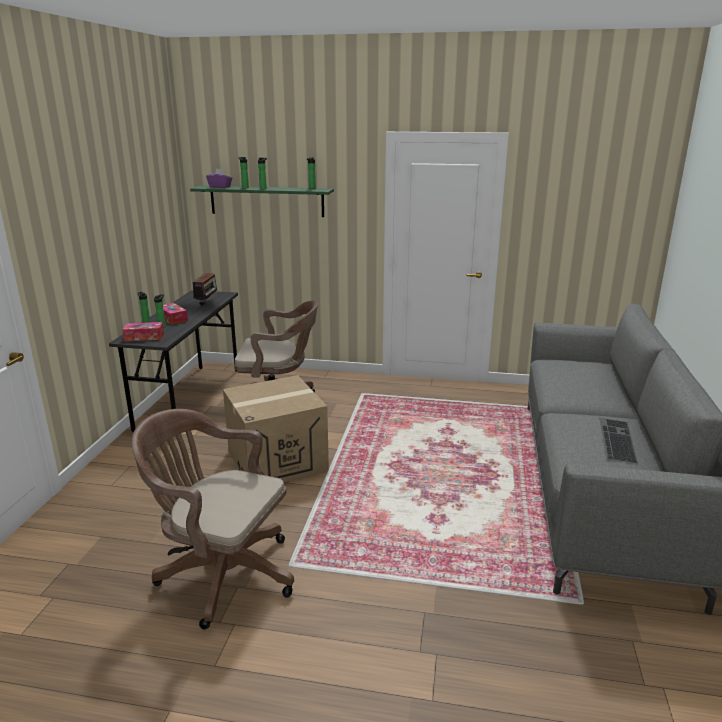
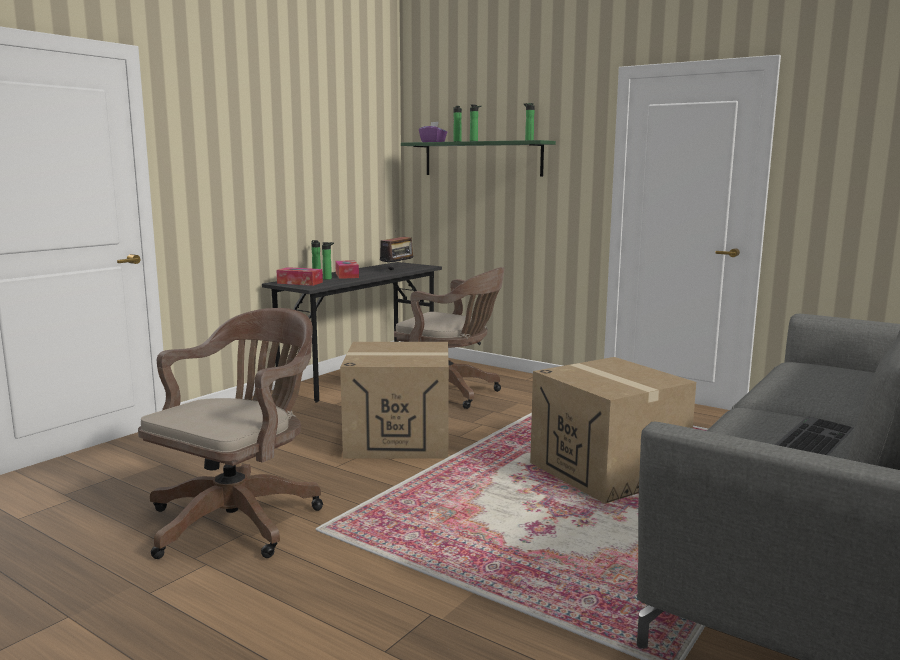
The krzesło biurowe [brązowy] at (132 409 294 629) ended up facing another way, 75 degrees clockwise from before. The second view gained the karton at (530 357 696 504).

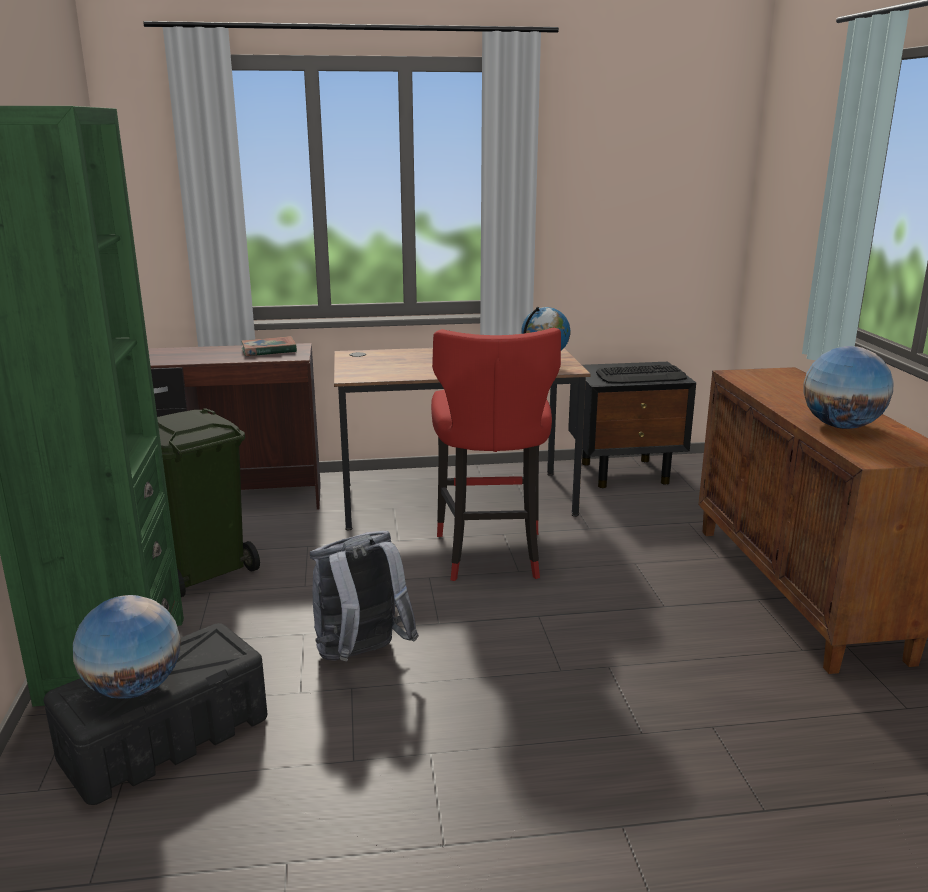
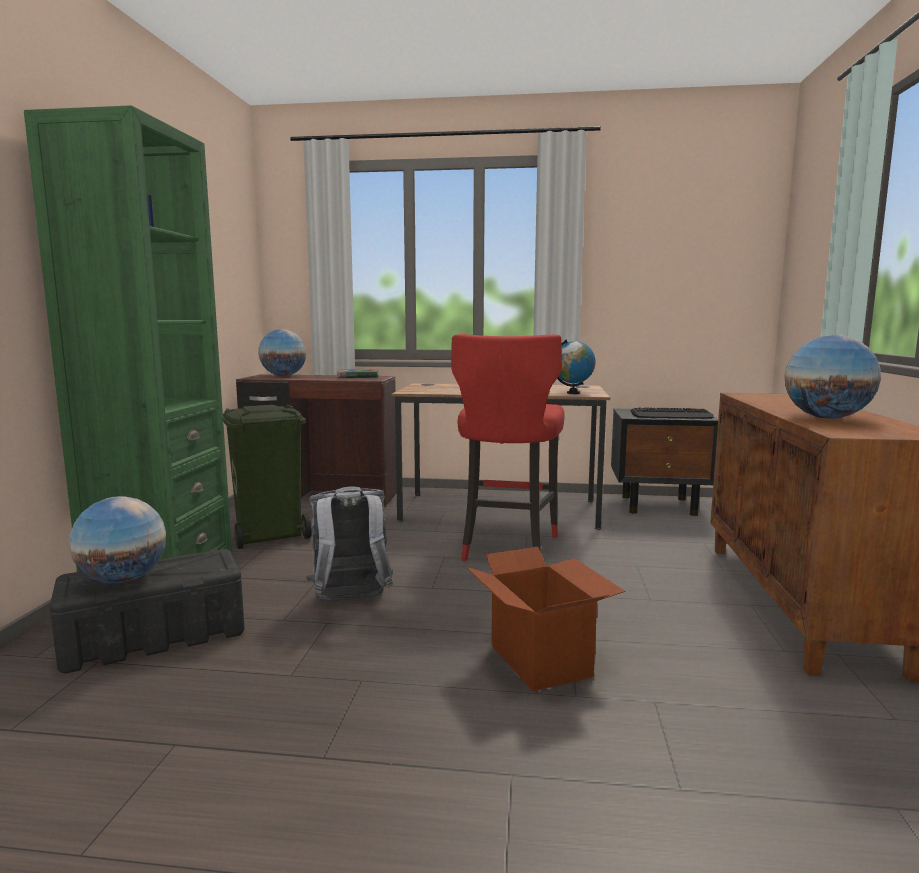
The second view gained the globus at (258 329 306 376). The second view gained the karton at (466 547 626 691).

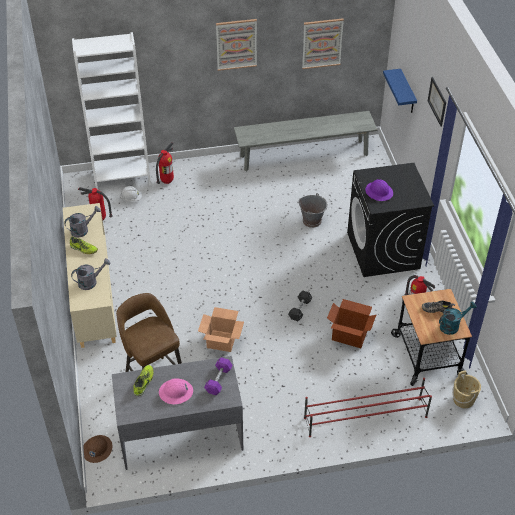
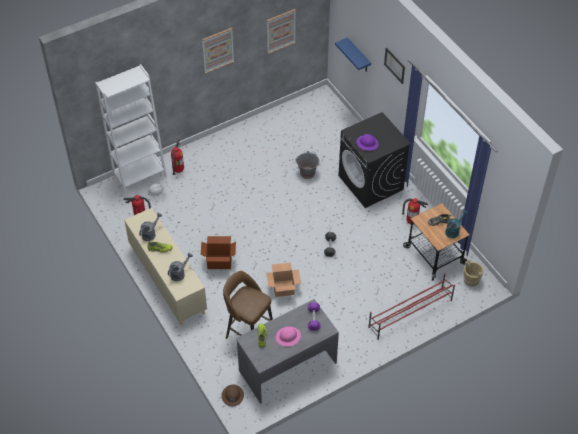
The second view lost the ławka [szary] at (234 111 378 171). The karton ended up elsewhere, having gone from (327 299 376 348) to (201 236 236 269).

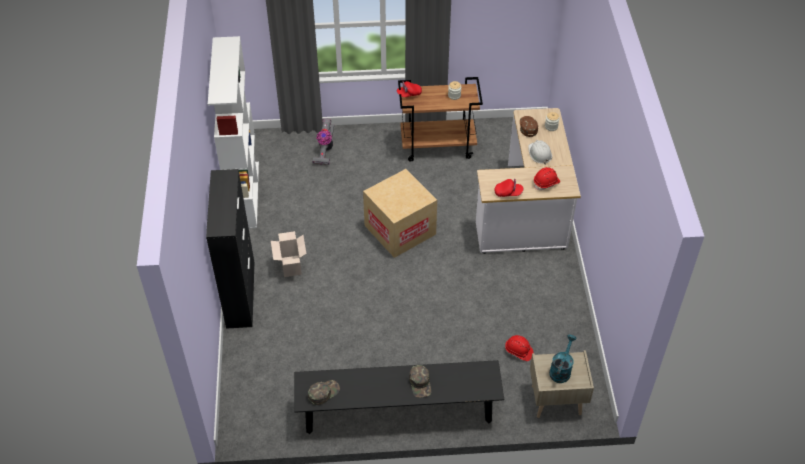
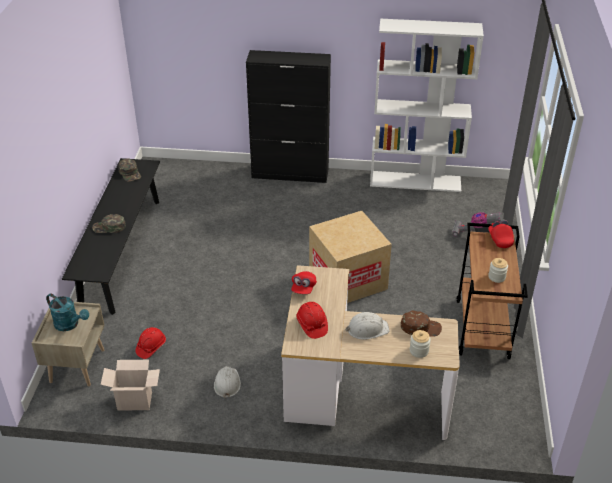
The karton ended up elsewhere, having gone from (271 231 307 277) to (100 360 160 411). The second view gained the kask [biały] at (214 366 241 399).

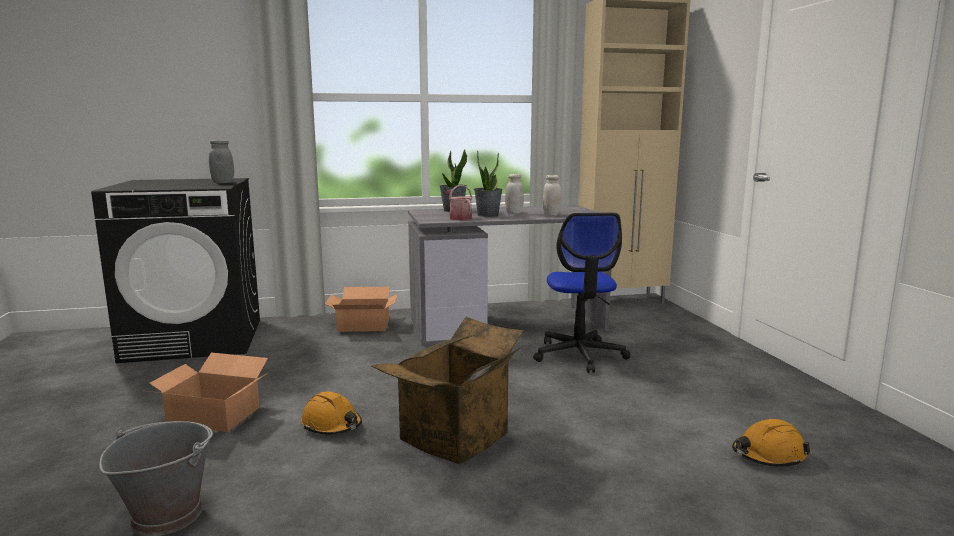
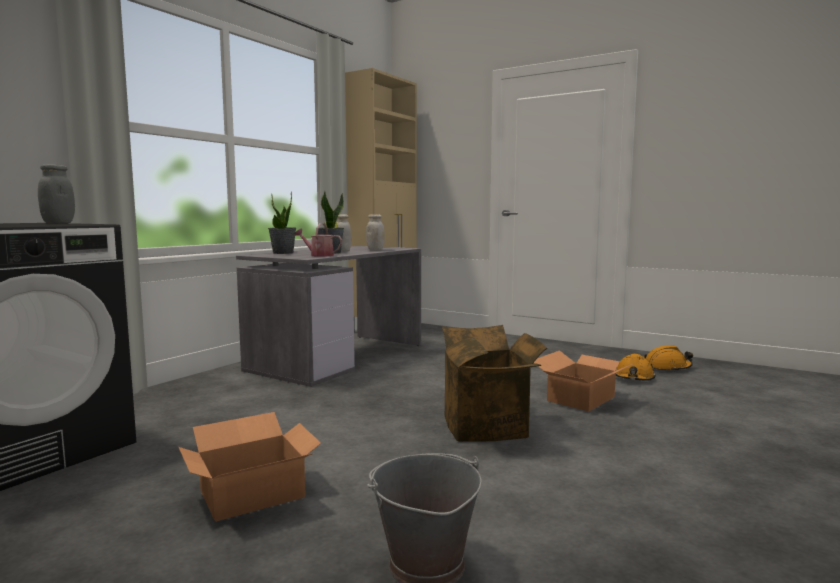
The kask [pomarańczowy] ended up elsewhere, having gone from (301 392 362 435) to (644 345 693 372). The karton ended up elsewhere, having gone from (325 287 398 332) to (534 350 635 412). The second view lost the krzesło biurowe at (533 213 631 373).

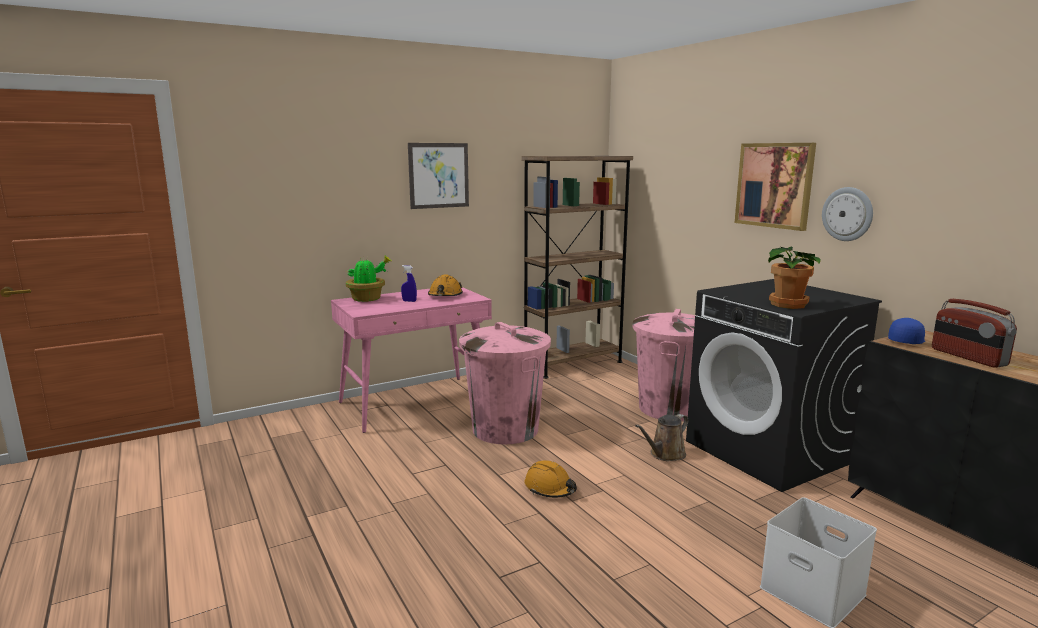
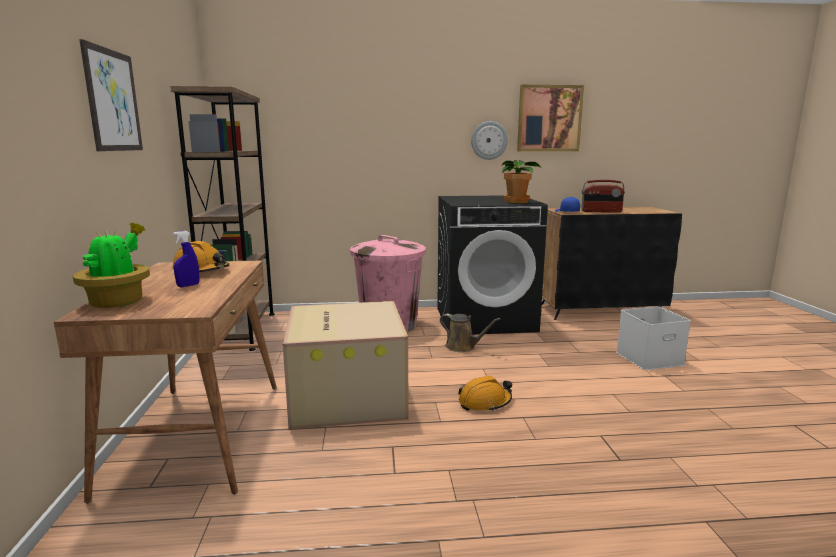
What was the biurko [różowy] at (331 287 492 433) turned into the biurko [brązowy] at (54 261 277 503). Where the kosz na śmieci [różowy] stood at (459 322 551 444), the karton came to stand at (283 301 409 430). The konewka [brązowy] at (635 414 688 461) ended up facing another way, 45 degrees counterclockwise from before. The obraz ended up elsewhere, having gone from (735 143 816 231) to (517 85 584 151).

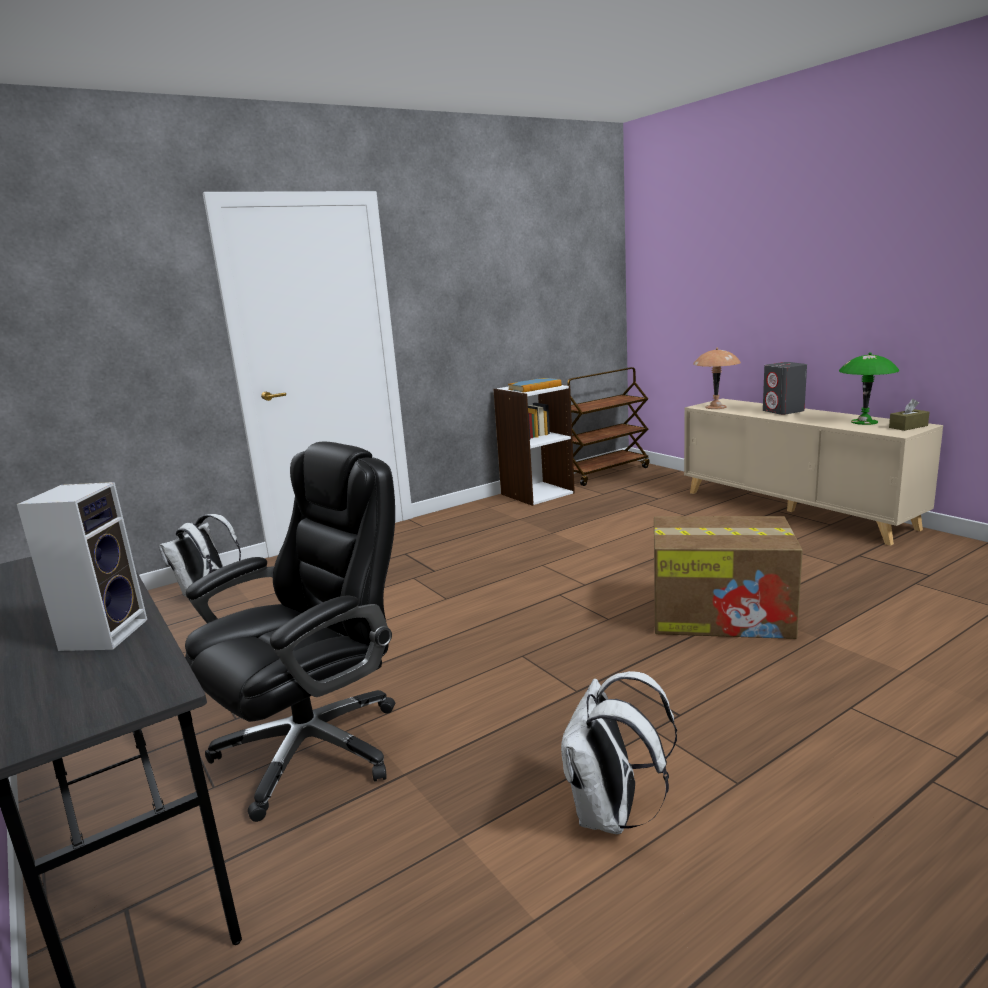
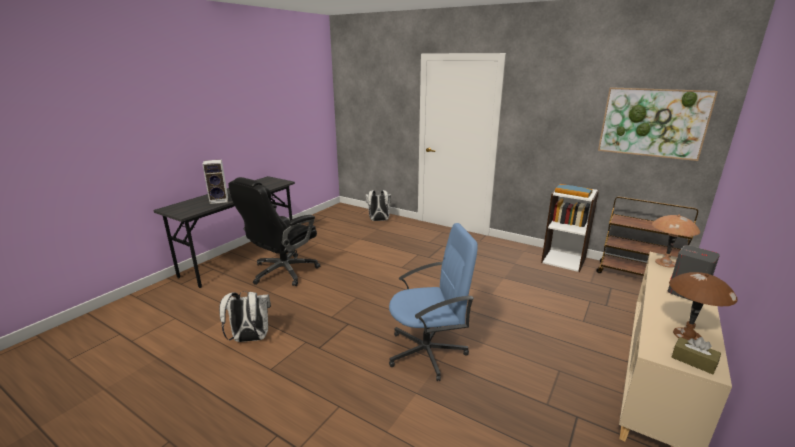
The krzesło biurowe [czarny] at (185 442 395 822) ended up facing another way, 105 degrees clockwise from before. Where the karton stood at (654 516 803 639), the krzesło biurowe [niebieski] came to stand at (389 223 478 381). What was the lampa stołowa [zielony] at (839 352 899 425) turned into the lampa stołowa [brązowy] at (669 272 737 340). The second view gained the obraz at (598 87 718 161).

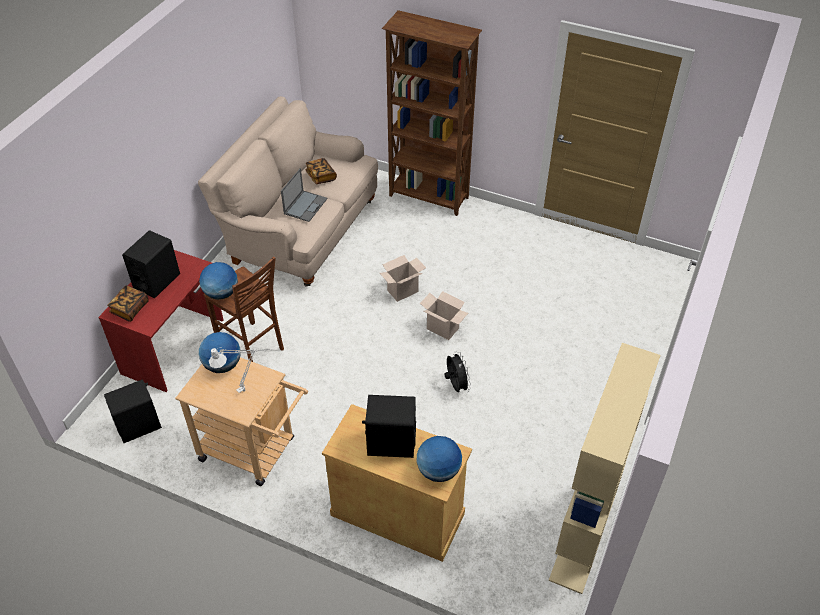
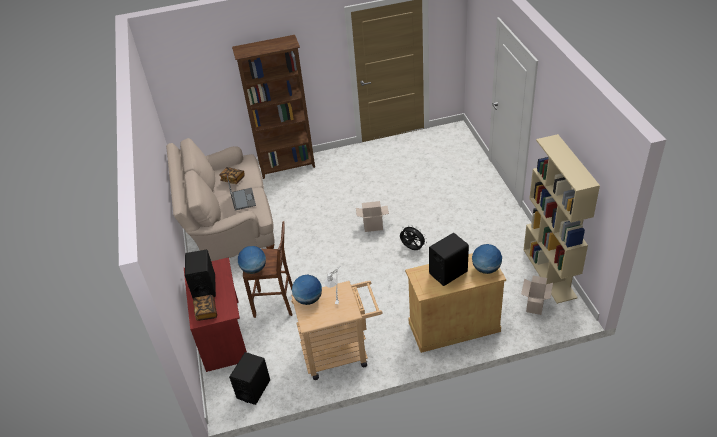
The karton ended up elsewhere, having gone from (380 255 426 302) to (521 276 553 315).

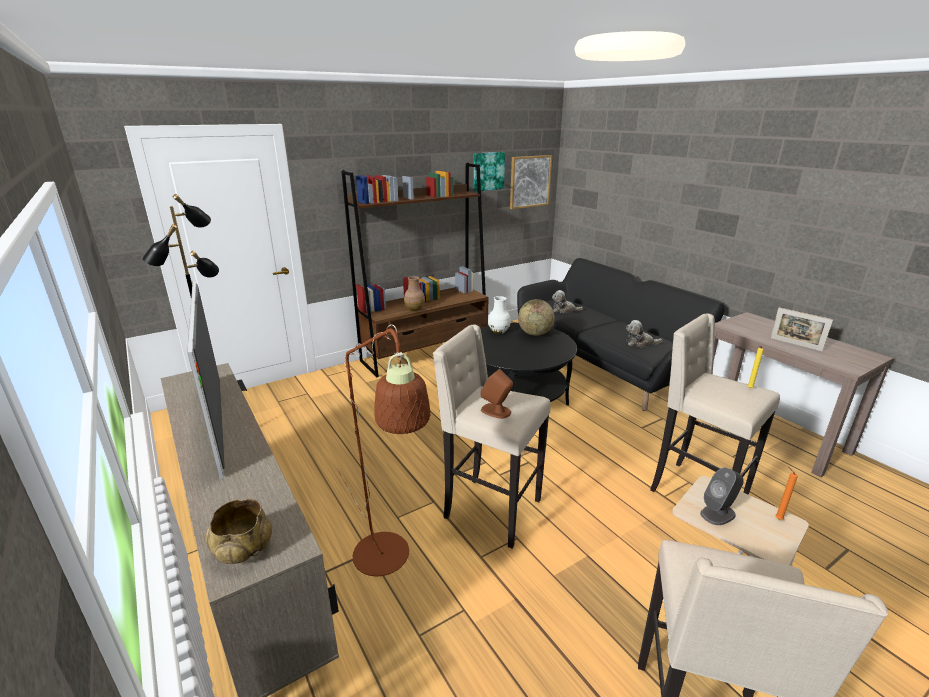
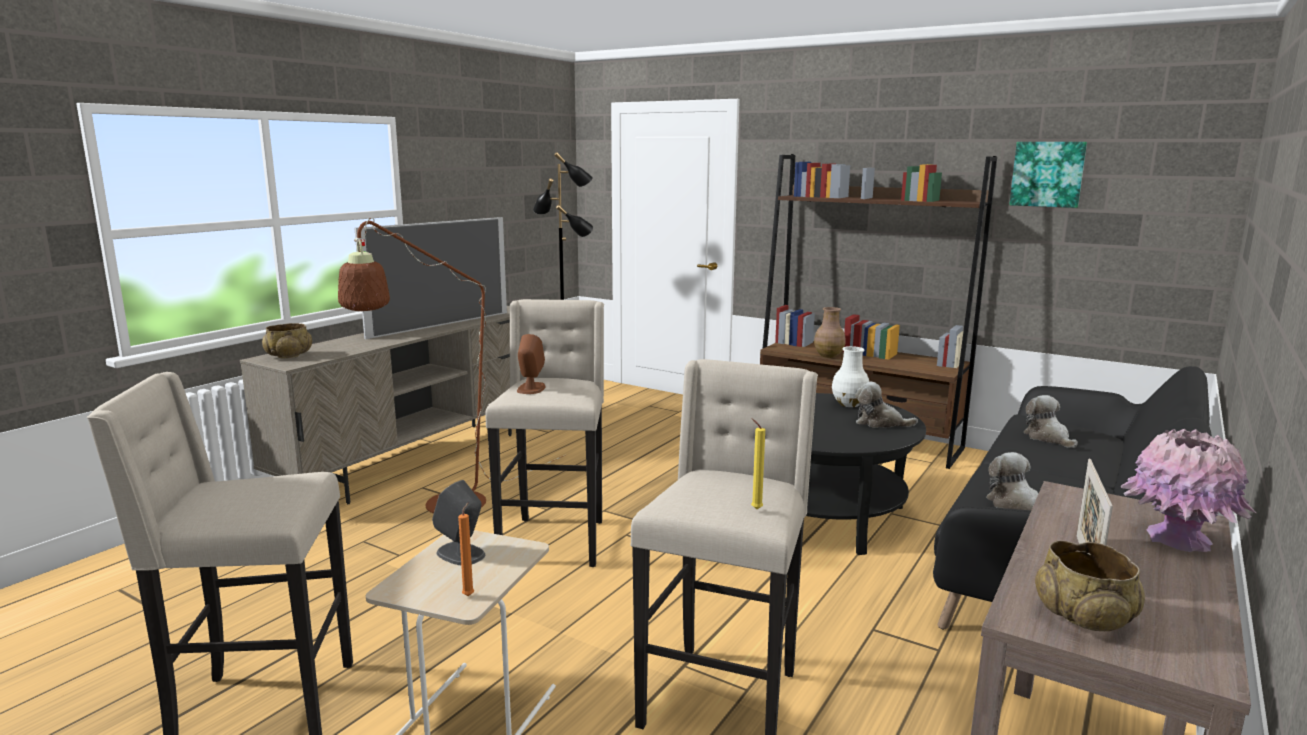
The second view lost the obraz at (510 155 552 209). Where the globus stood at (518 299 555 336), the pluszak came to stand at (855 382 918 428). The second view gained the miska [beżowy] at (1035 540 1145 631). The second view gained the wazon [różowy] at (1121 429 1257 552).

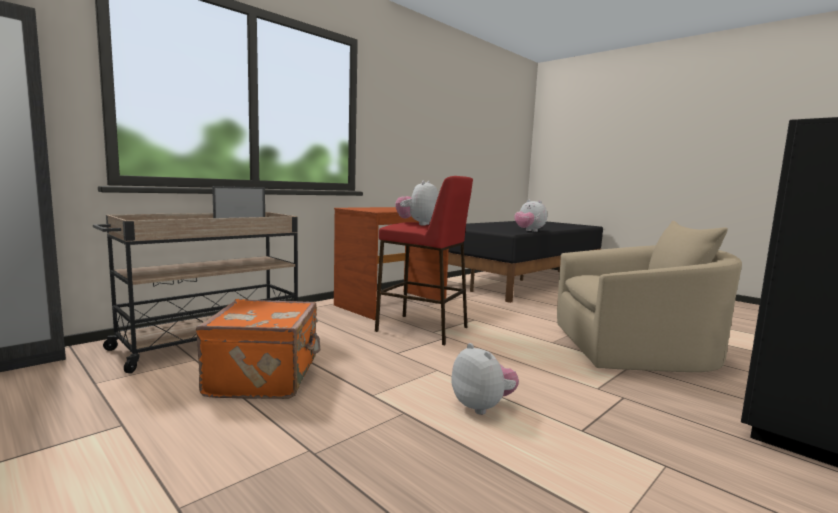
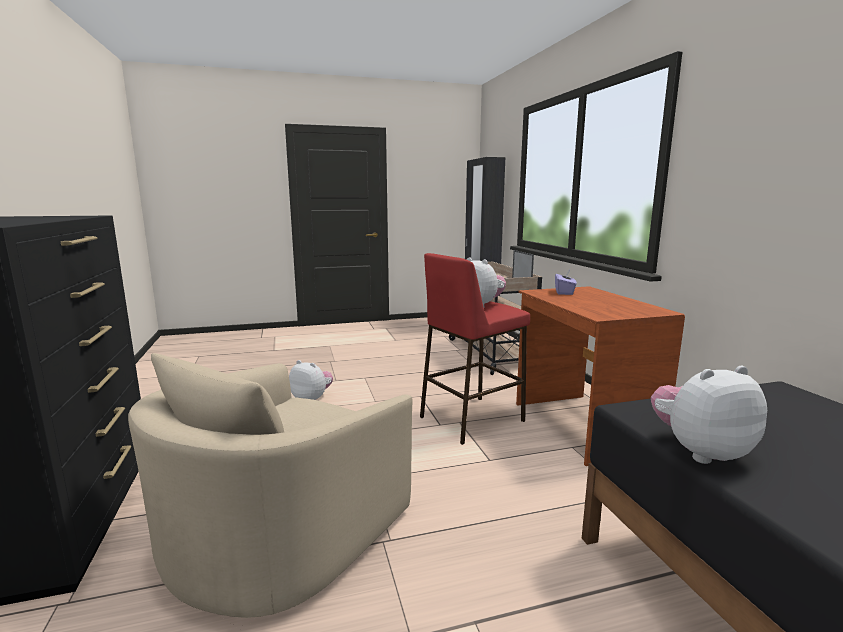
The second view lost the walizka [pomarańczowy] at (196 299 320 399). The pluszak at (451 343 519 415) ended up facing another way, 150 degrees counterclockwise from before. The second view gained the pudełko chusteczek [fioletowy] at (555 270 577 295).

